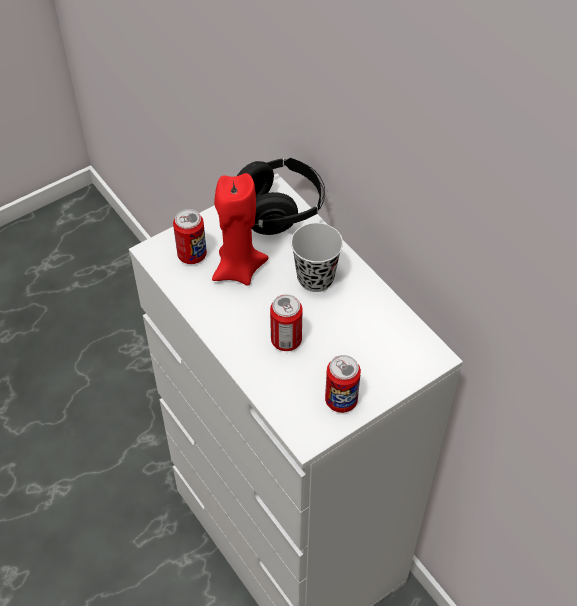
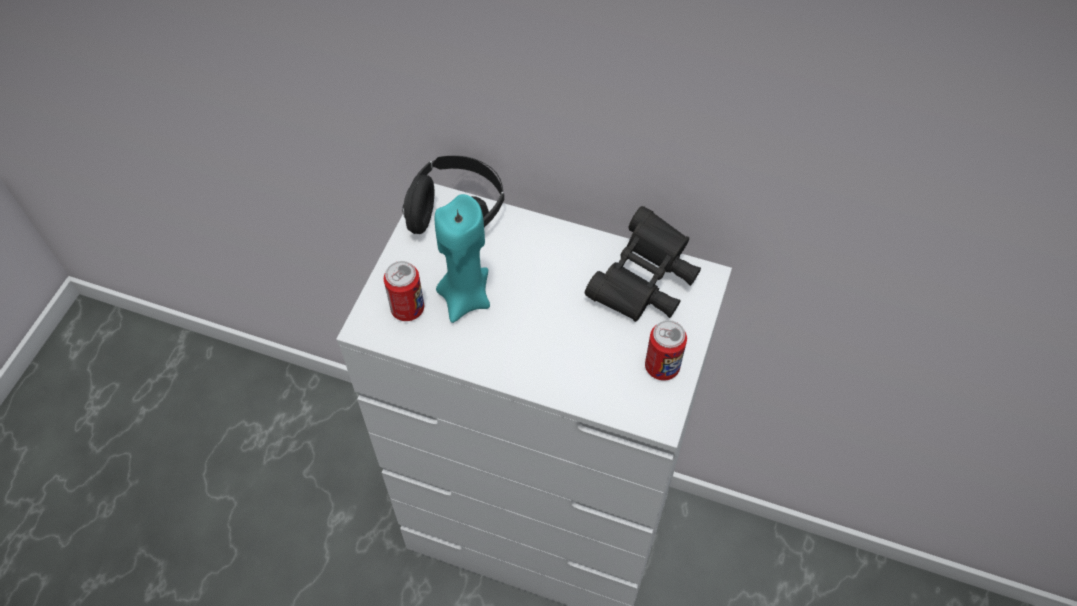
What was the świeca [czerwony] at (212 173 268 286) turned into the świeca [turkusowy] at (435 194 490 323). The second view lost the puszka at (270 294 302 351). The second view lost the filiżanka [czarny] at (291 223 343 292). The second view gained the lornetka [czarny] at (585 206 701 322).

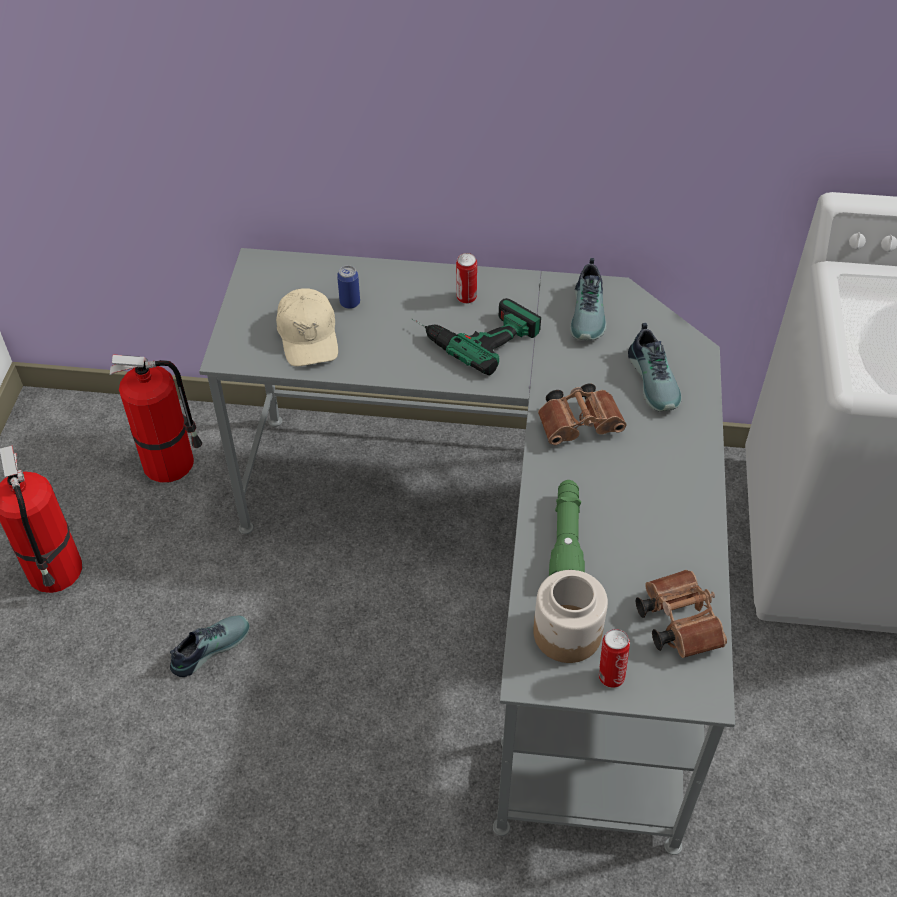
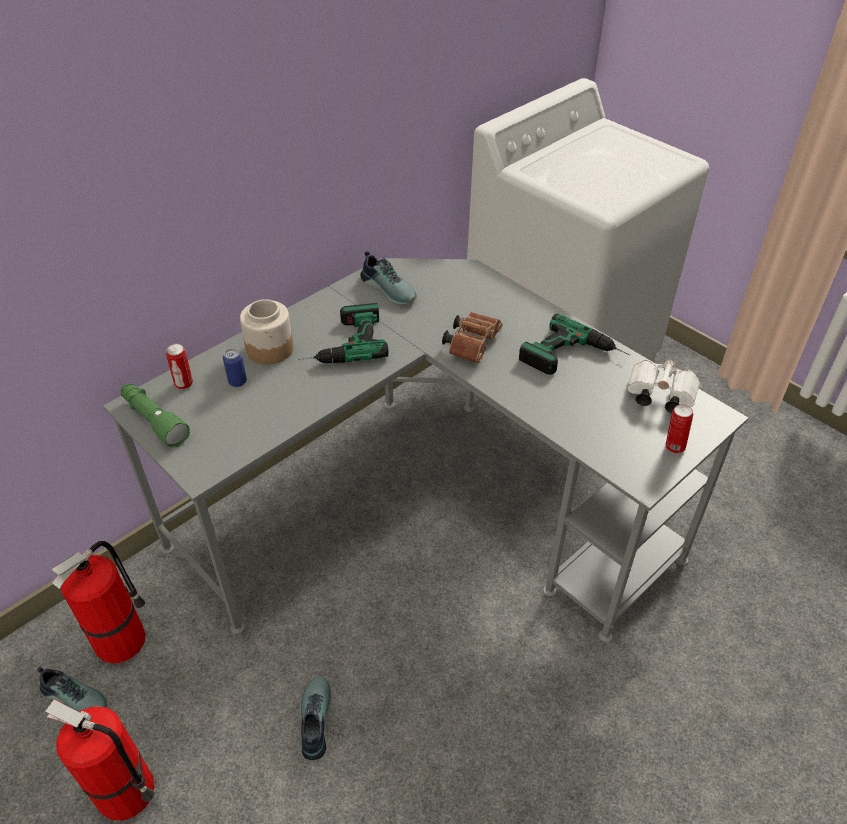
The second view lost the czapka z daszkiem [beżowy] at (276 288 338 366). The puszka ended up elsewhere, having gone from (456 253 477 304) to (166 344 193 389). The słoik ended up elsewhere, having gone from (533 570 608 663) to (240 299 293 365). The latarka [zielony] ended up elsewhere, having gone from (549 480 585 576) to (120 383 190 447). The but ended up elsewhere, having gone from (628 323 682 411) to (37 667 108 711). What was the lornetka [brązowy] at (636 570 727 658) turned into the lornetka [biały] at (627 360 700 413). The second view gained the wiertarka at (519 313 630 375).

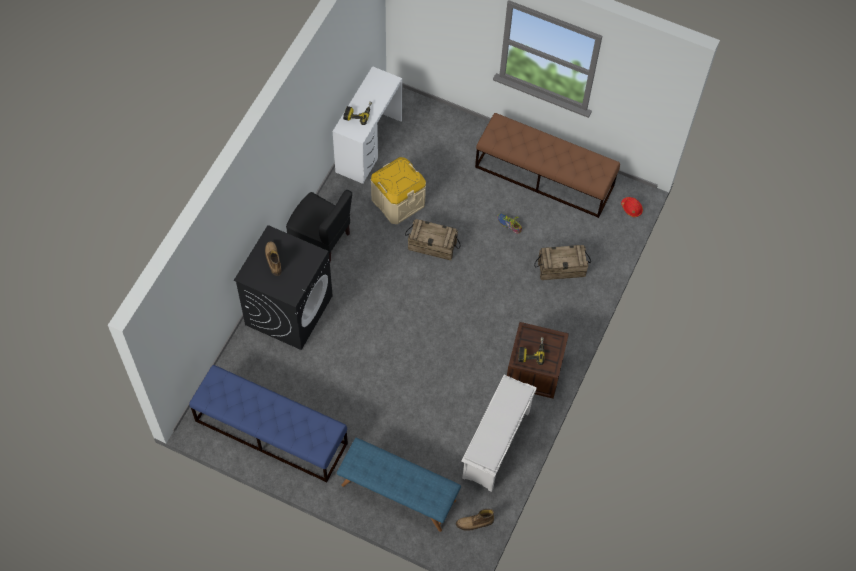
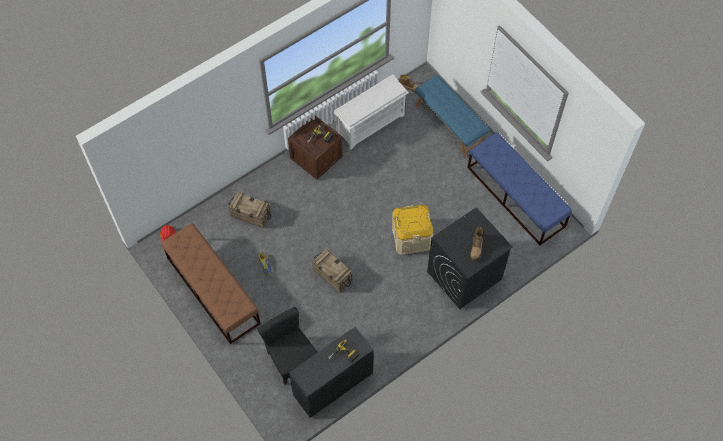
The krzesło [czarny] ended up elsewhere, having gone from (286 190 352 262) to (257 307 318 385). What was the biurko [biały] at (333 66 402 184) turned into the biurko [czarny] at (289 327 374 418). The pojemnik do przechowywania [beżowy] ended up elsewhere, having gone from (371 157 426 224) to (392 204 433 255).

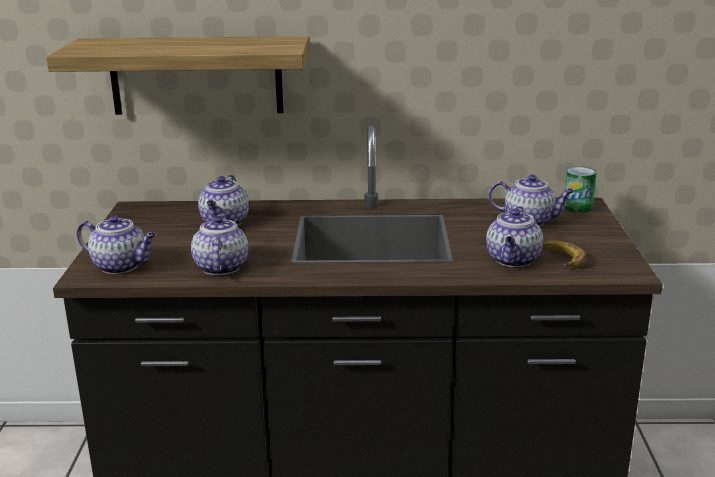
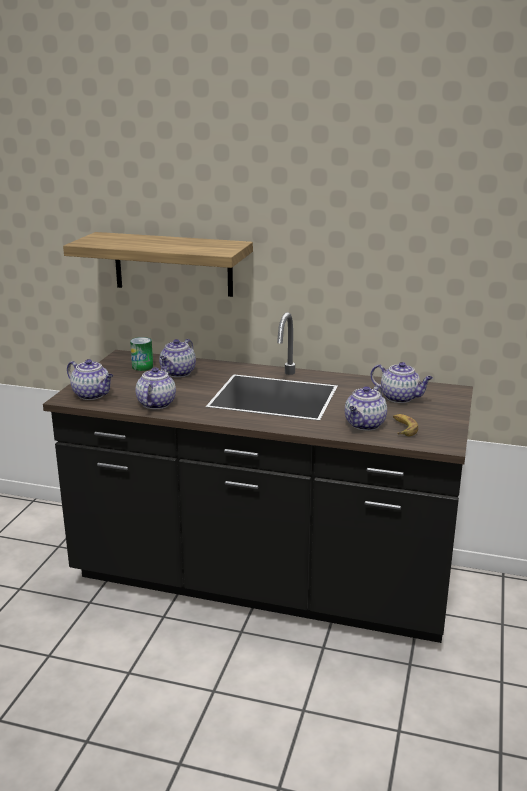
The puszka ended up elsewhere, having gone from (564 167 596 212) to (130 337 153 371).

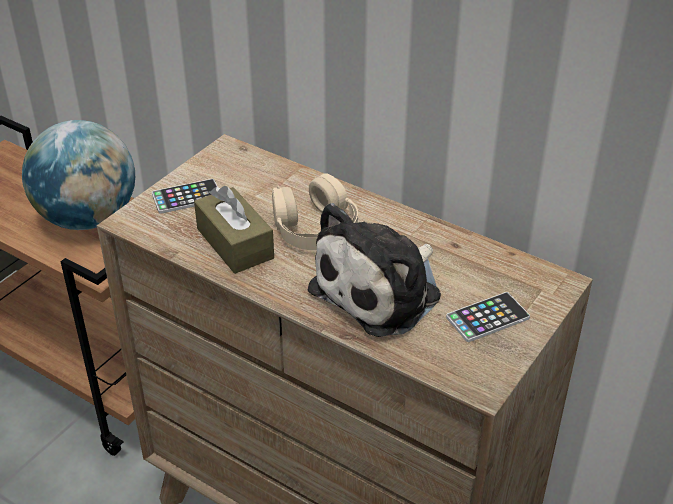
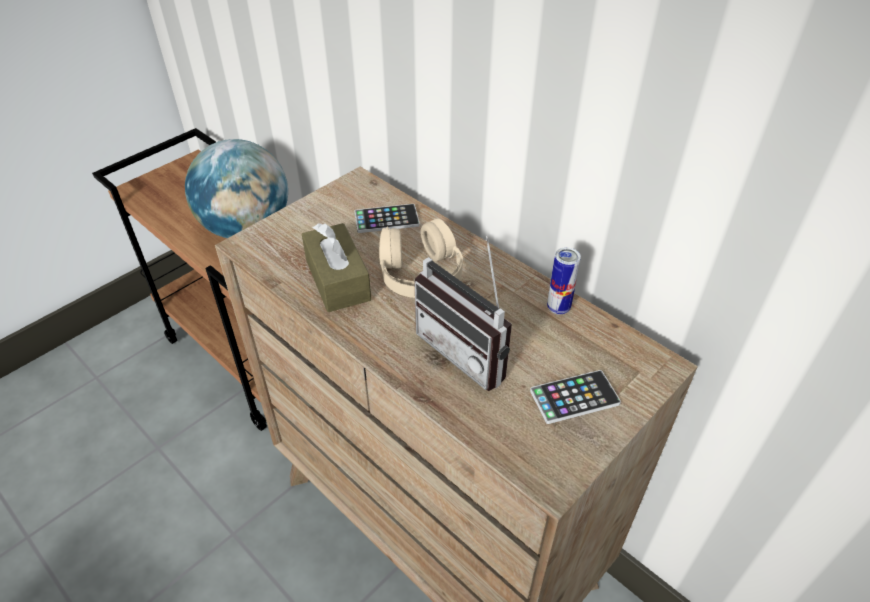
The telefon ended up elsewhere, having gone from (152 179 217 214) to (354 204 420 233). Where the pluszak stood at (308 203 441 337), the radio came to stand at (414 236 512 391). The second view gained the puszka at (547 247 581 315).

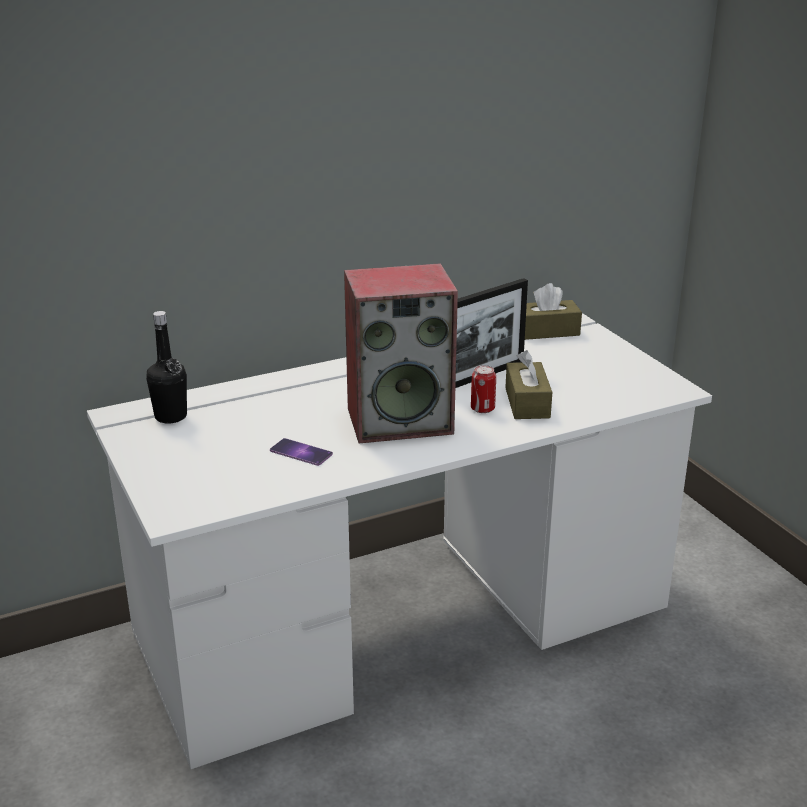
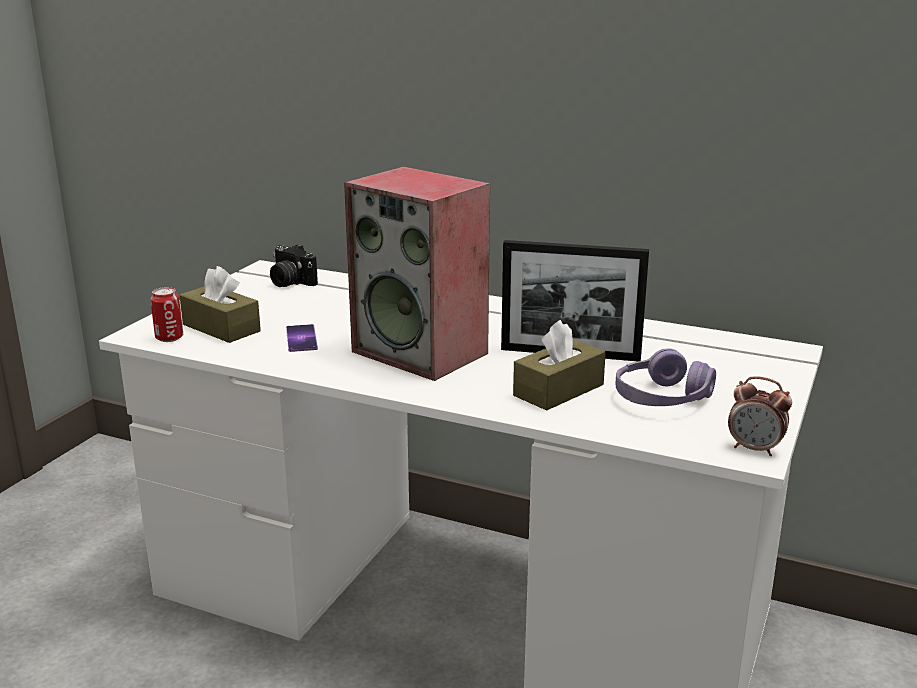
Where the butelka [czarny] stood at (146 311 187 424), the aparat fotograficzny came to stand at (270 245 318 287). The puszka ended up elsewhere, having gone from (471 365 496 413) to (150 287 183 342). The pudełko chusteczek [brązowy] ended up elsewhere, having gone from (525 283 582 340) to (179 266 261 343). The second view gained the słuchawki [fioletowy] at (615 348 716 406). The second view gained the budzik at (728 376 792 456).

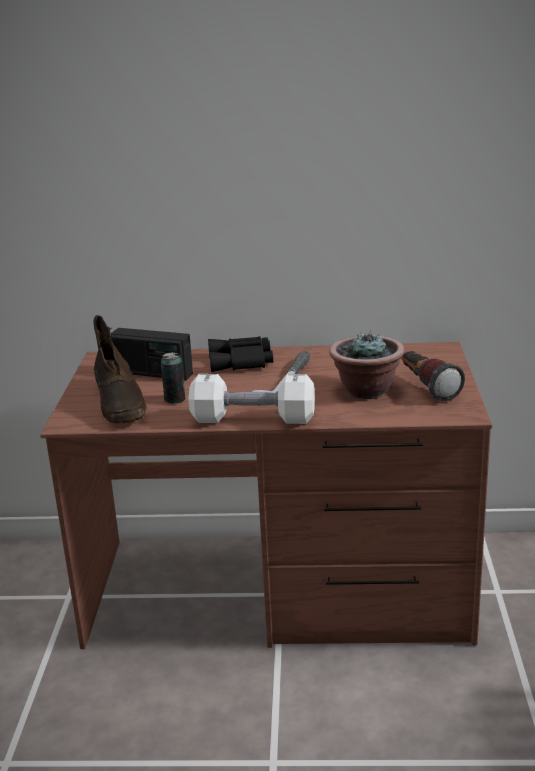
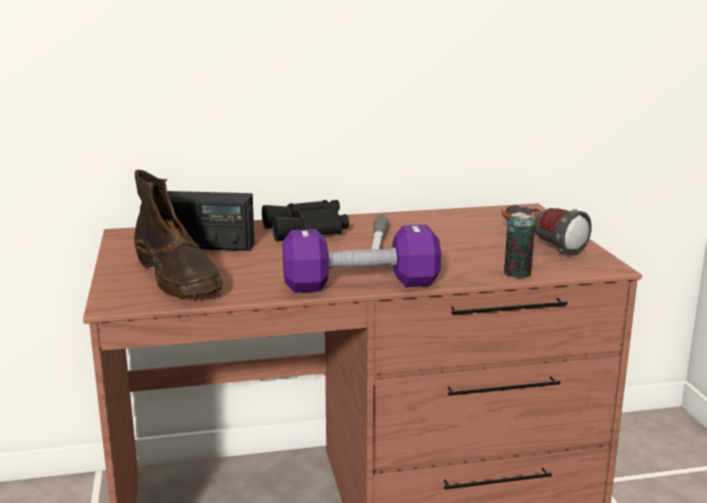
The puszka ended up elsewhere, having gone from (161 352 185 403) to (504 212 535 278). What was the hantel [biały] at (189 374 315 424) turned into the hantel [fioletowy] at (283 225 441 293). The second view lost the roślina doniczkowa at (329 331 405 399).

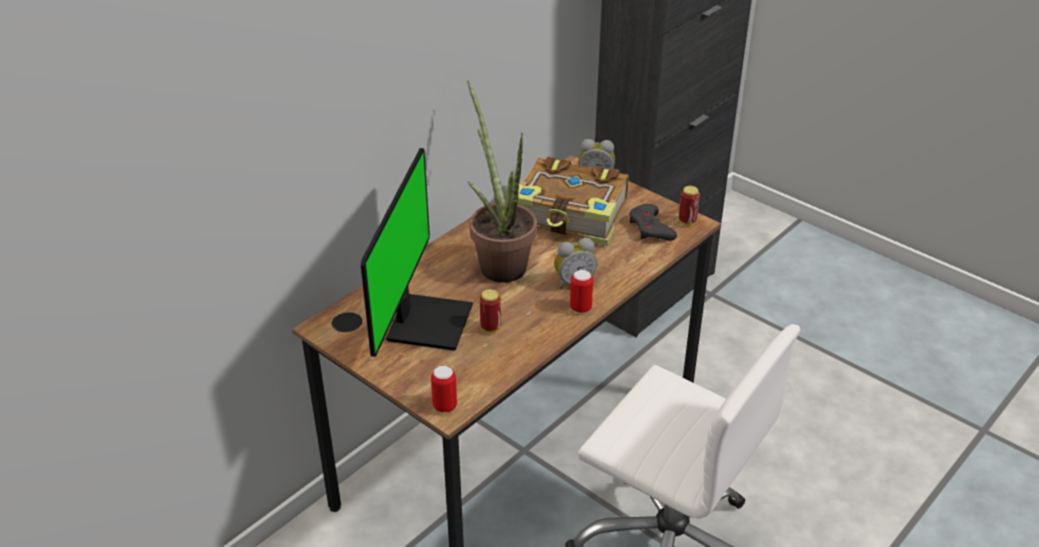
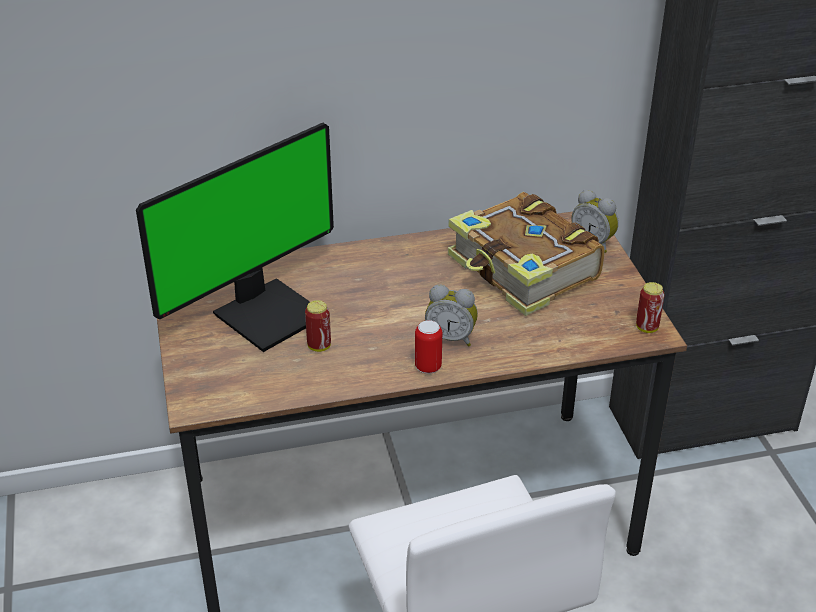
The second view lost the puszka at (431 366 457 413). The second view lost the roślina doniczkowa at (467 80 537 283). The second view lost the pad do gier [szary] at (629 204 677 241).

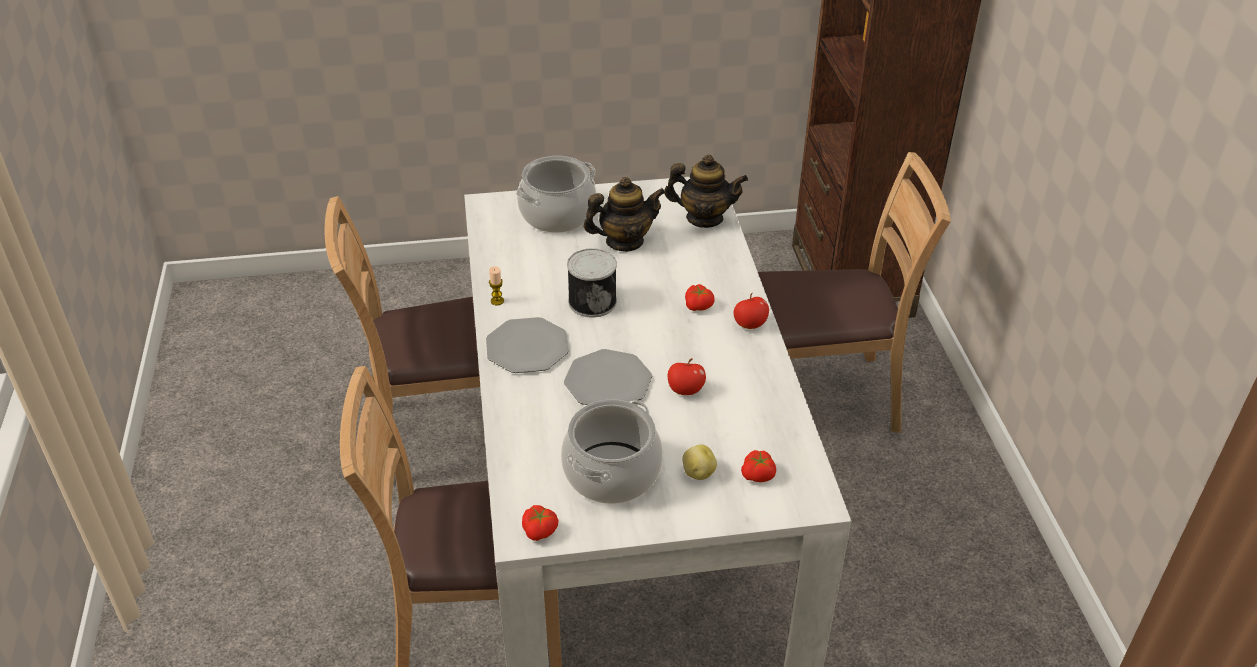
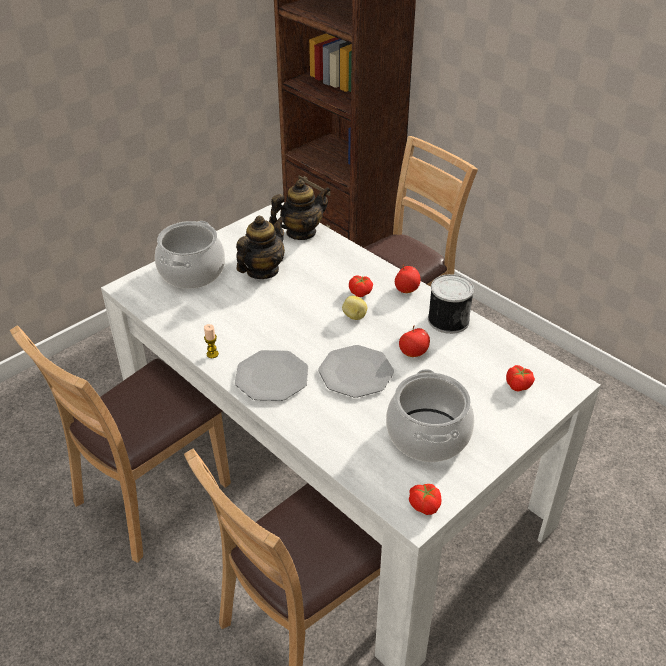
The puszka ended up elsewhere, having gone from (567 248 617 317) to (428 274 474 334). The ziemniak ended up elsewhere, having gone from (682 444 717 480) to (342 296 367 320).

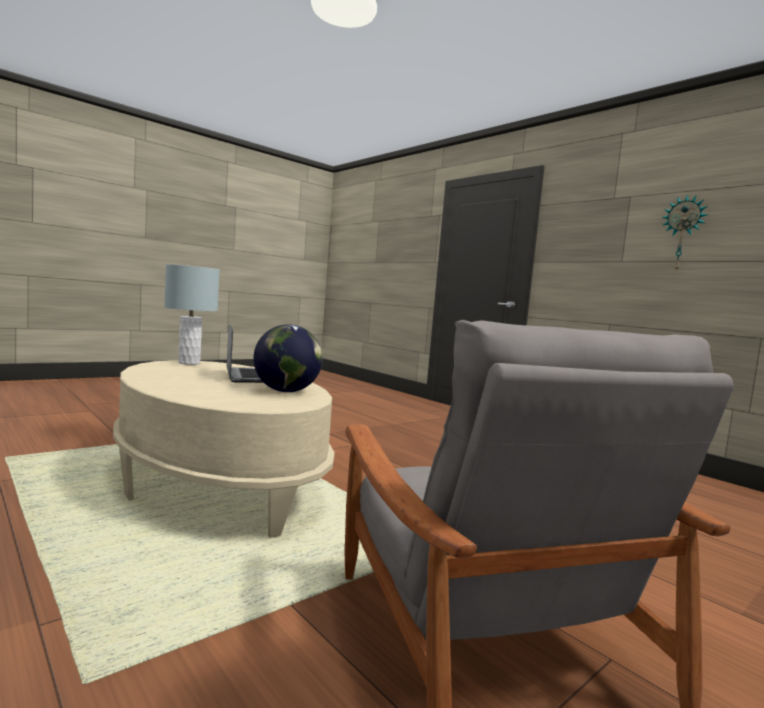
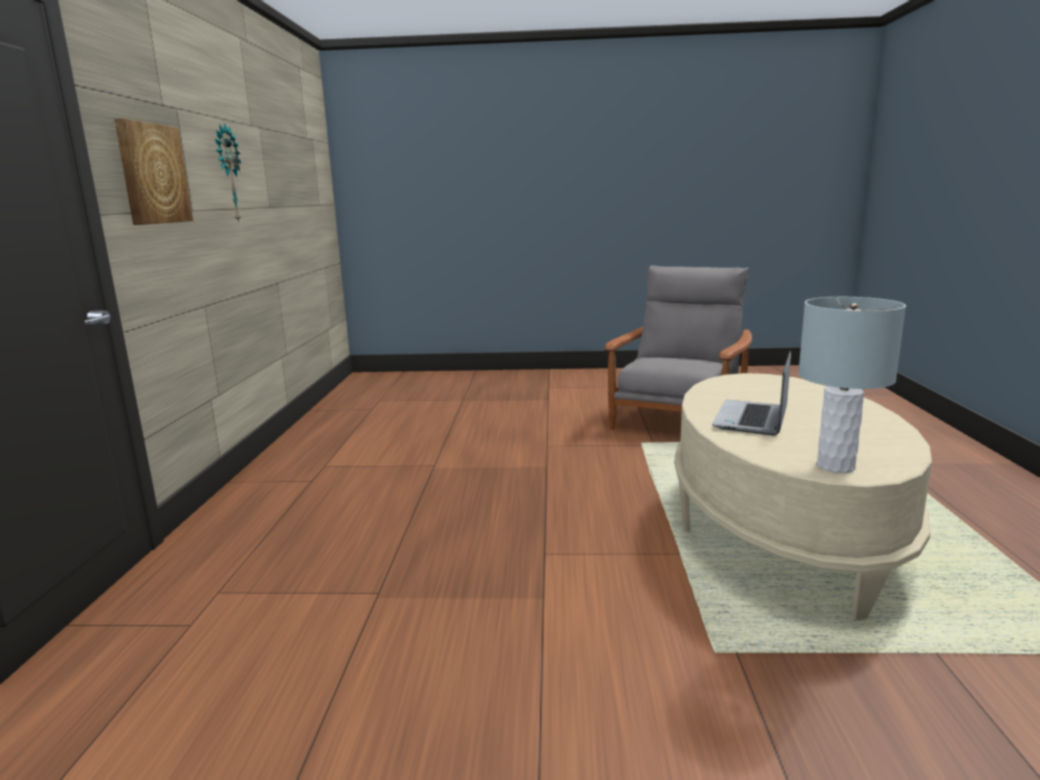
The second view lost the globus at (254 324 323 392). The second view gained the obraz at (114 118 193 225).

